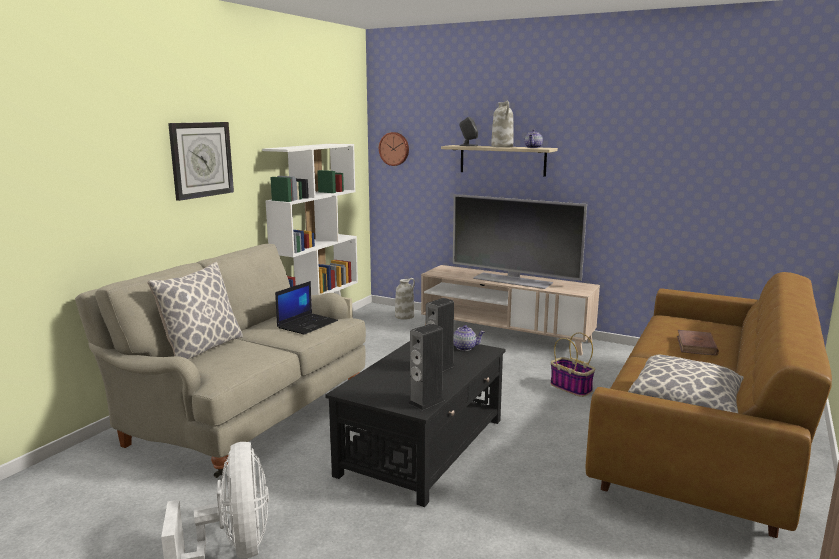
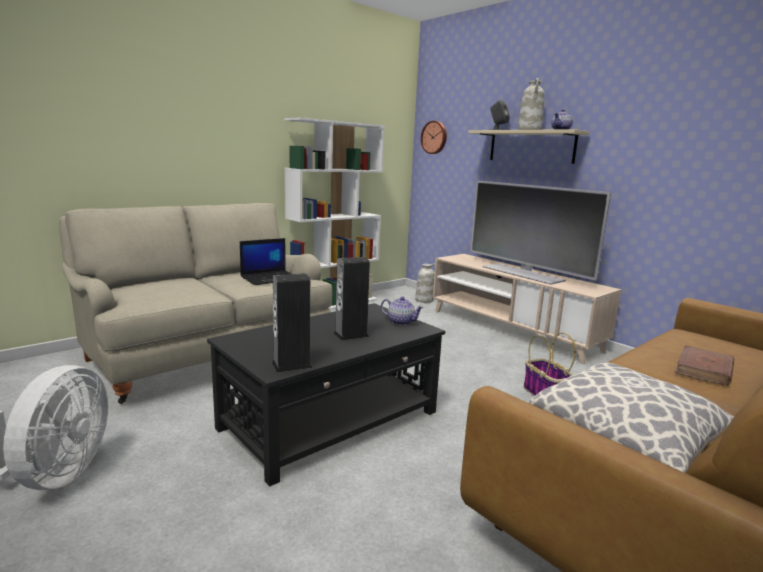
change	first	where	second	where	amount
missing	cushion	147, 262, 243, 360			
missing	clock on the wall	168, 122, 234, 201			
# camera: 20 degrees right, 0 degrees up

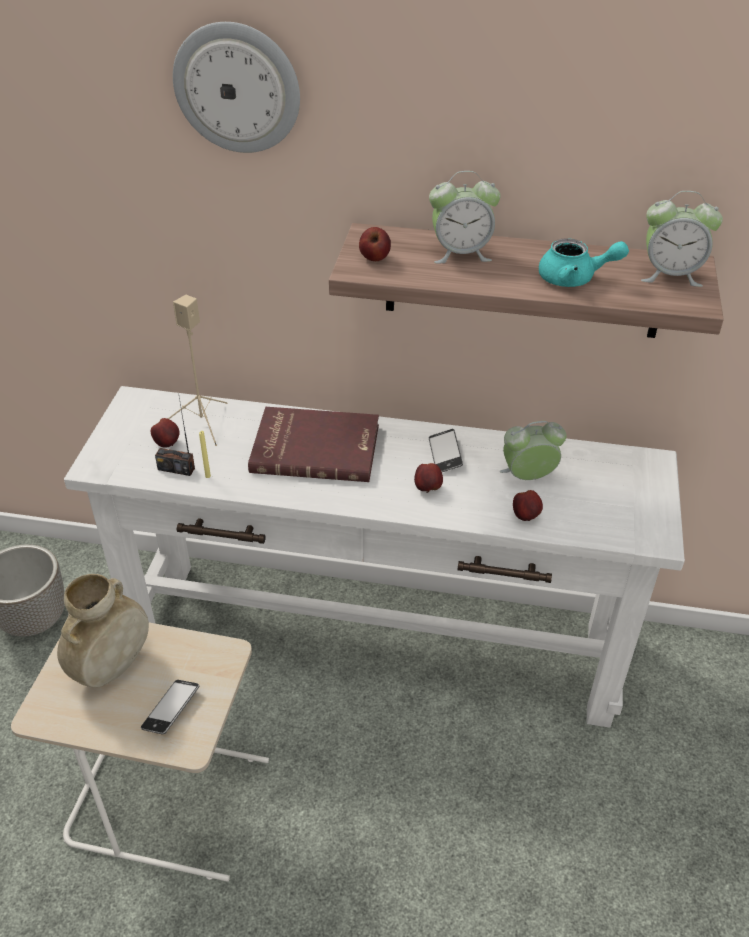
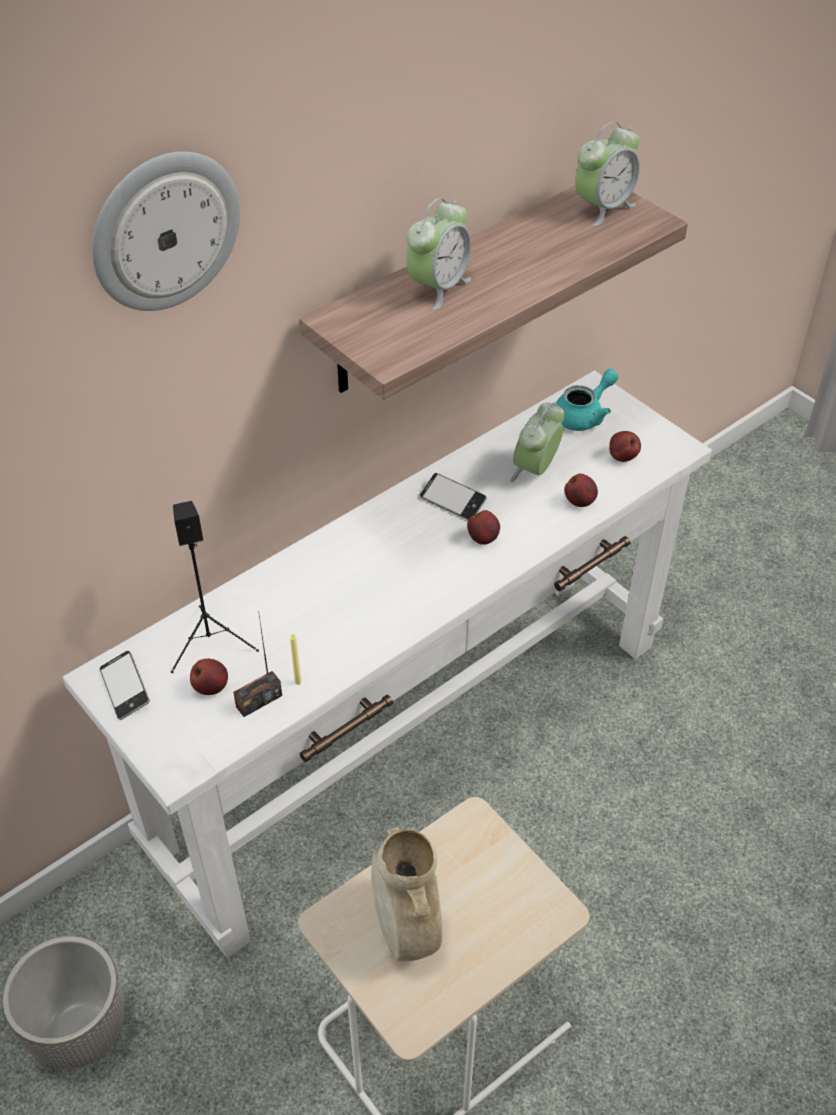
change	first	where	second	where	amount
relocated	phone	141, 680, 199, 735		100, 651, 150, 720	
colour	beige audio speaker	168, 295, 227, 446	black audio speaker	171, 501, 259, 673	
relocated	turquoise tea pot	539, 238, 629, 287		556, 369, 618, 431	
relocated	apple	359, 227, 391, 261		609, 431, 641, 462	
missing	red-coloured volume	248, 407, 379, 482			
# camera: 50 degrees left, 5 degrees up

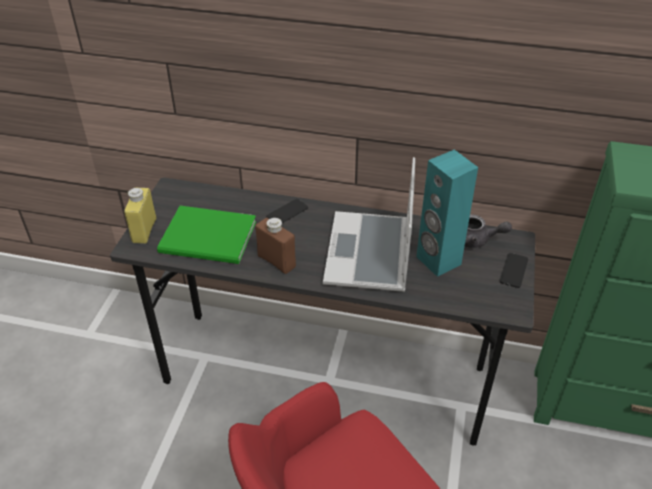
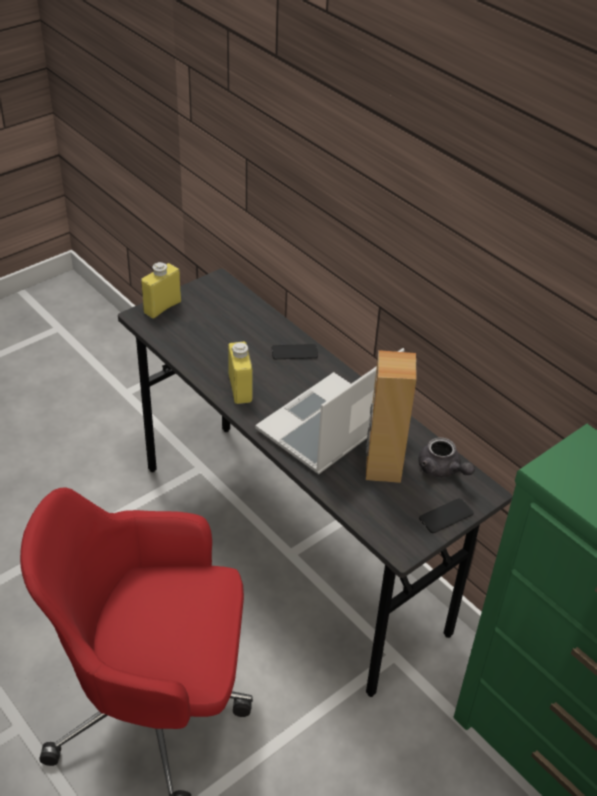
change	first	where	second	where	amount
colour	brown drink bottle	255, 218, 296, 274	yellowish drink bottle	228, 342, 253, 404	
colour	turquoise audio speaker	416, 149, 478, 277	brown audio speaker	366, 350, 417, 483	
missing	green-coloured volume	157, 206, 256, 264			
# camera: 35 degrees right, 0 degrees up

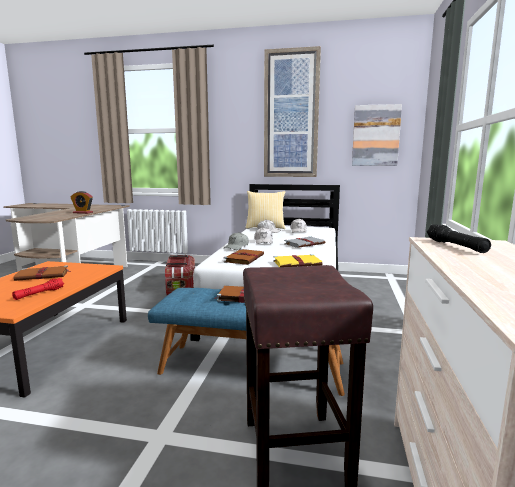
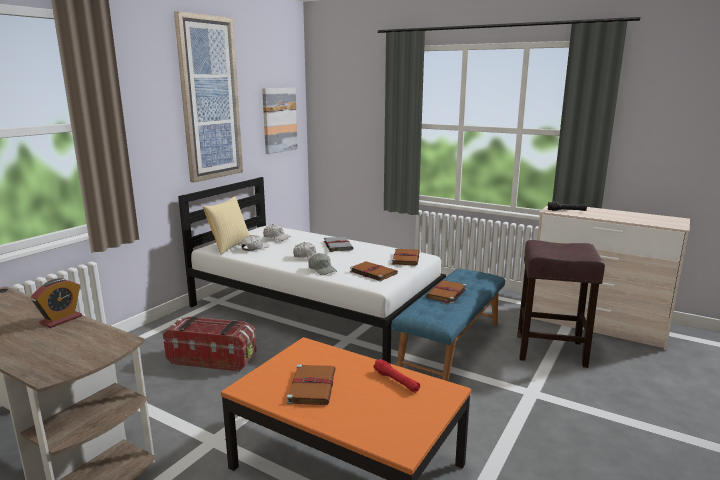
change	first	where	second	where	amount
colour	yellowish volume	273, 254, 323, 267	brown volume	392, 248, 420, 266	
# camera: 70 degrees left, 5 degrees up

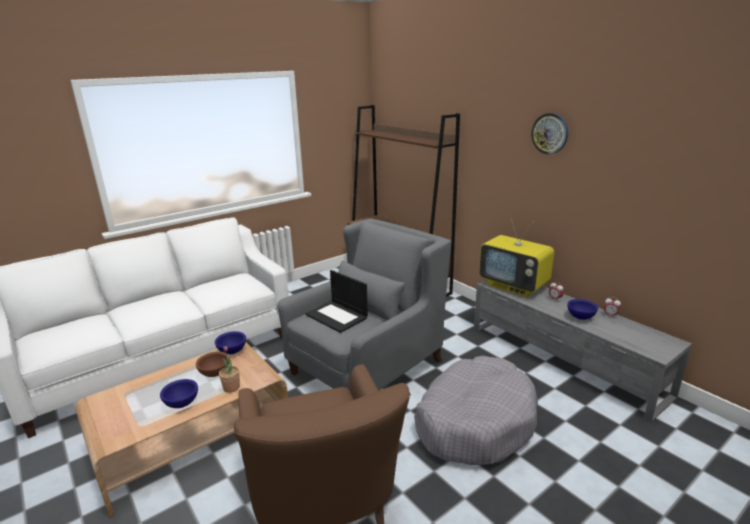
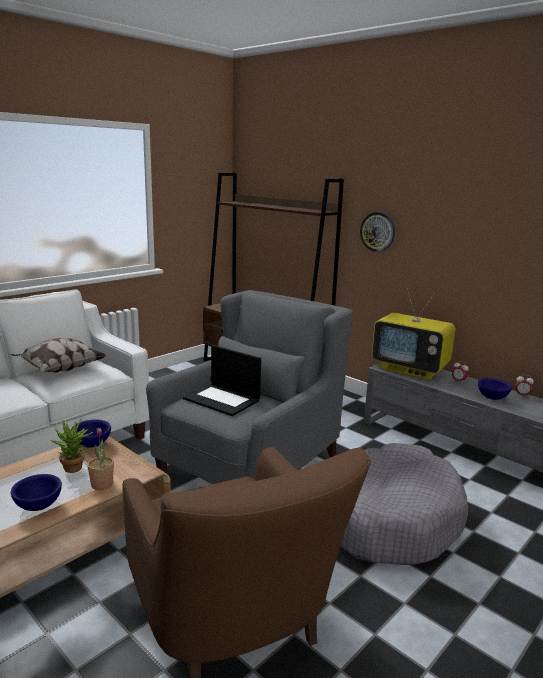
change	first	where	second	where	amount
appeared			cushion	10, 338, 107, 373	
exchanged	brown serving bowl	196, 351, 230, 377	potted plant	51, 419, 93, 473	
relocated	clock on the wall	531, 113, 568, 154		360, 212, 395, 252	
# camera: 10 degrees left, 5 degrees down

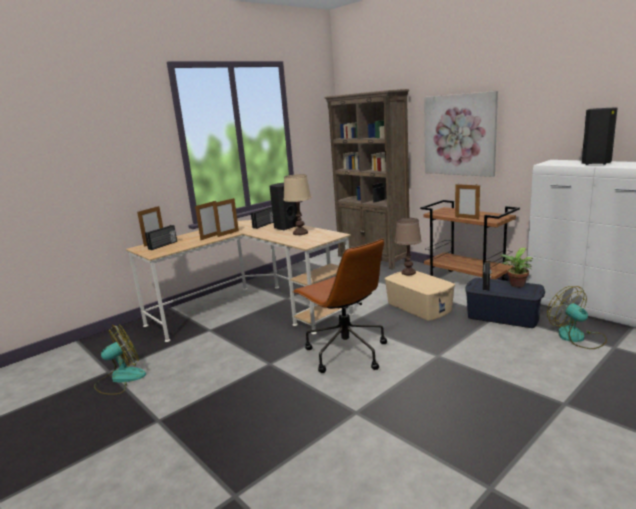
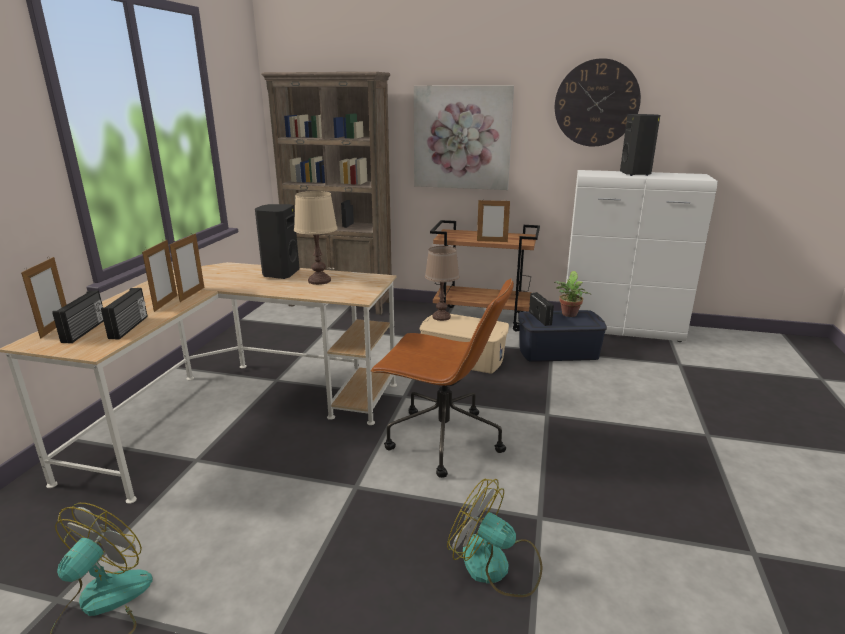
change	first	where	second	where	amount
relocated	radio	251, 207, 274, 229		101, 288, 148, 340	
relocated	fan	547, 286, 607, 349		447, 478, 543, 597	
appeared			clock on the wall	555, 58, 641, 146	
# camera: 35 degrees left, 5 degrees up

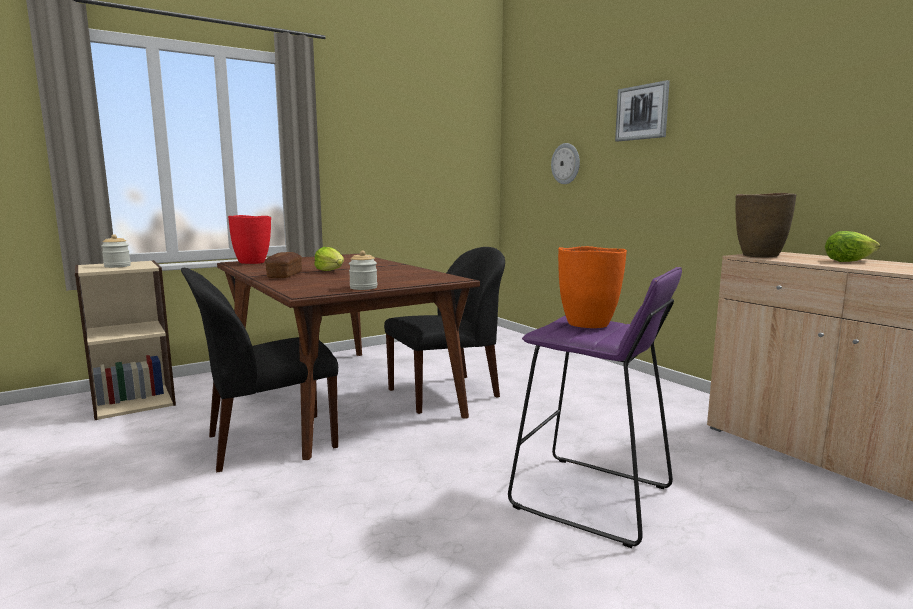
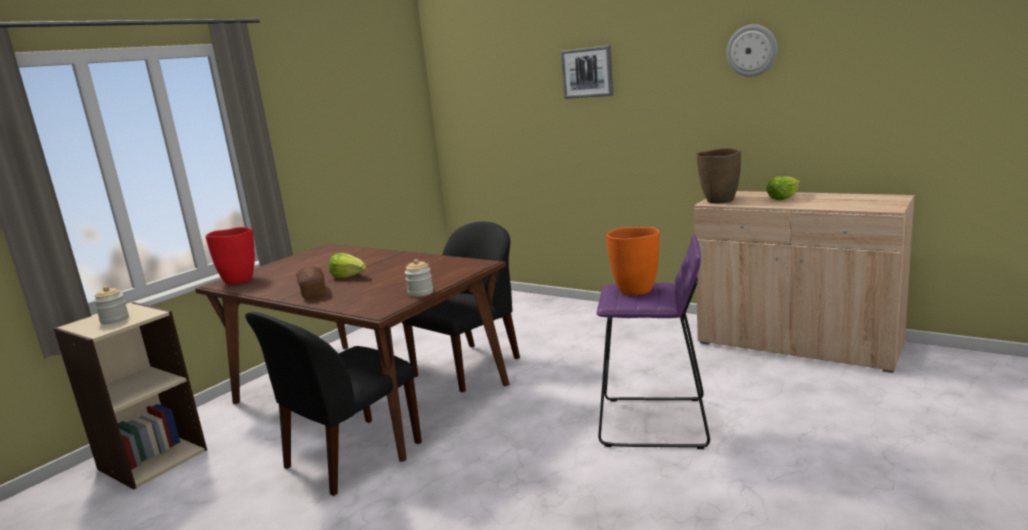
change	first	where	second	where	amount
relocated	clock on the wall	551, 143, 580, 184		727, 24, 777, 77	
# camera: 20 degrees left, 5 degrees up

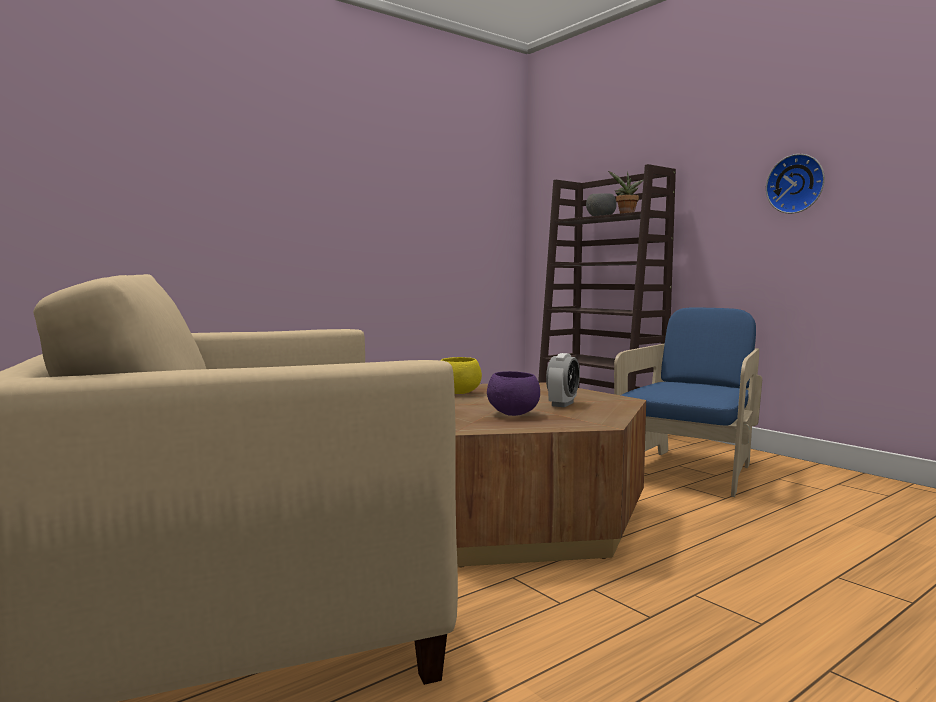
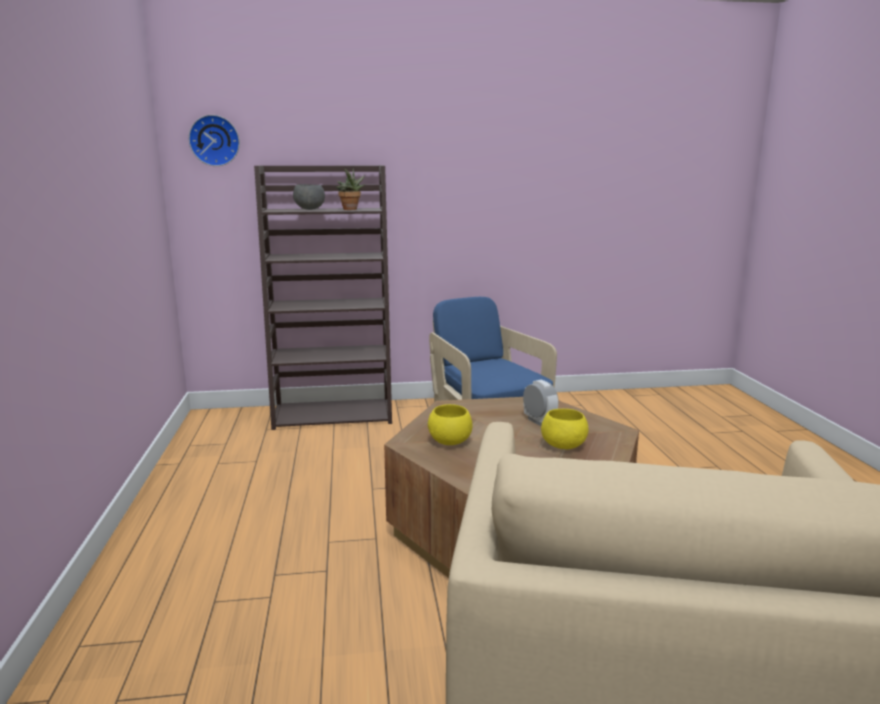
change	first	where	second	where	amount
relocated	clock on the wall	766, 154, 825, 214		189, 115, 240, 166	
colour	purple-coloured serving bowl	487, 371, 540, 416	yellowish serving bowl	541, 409, 588, 449	
# camera: 60 degrees left, 10 degrees up

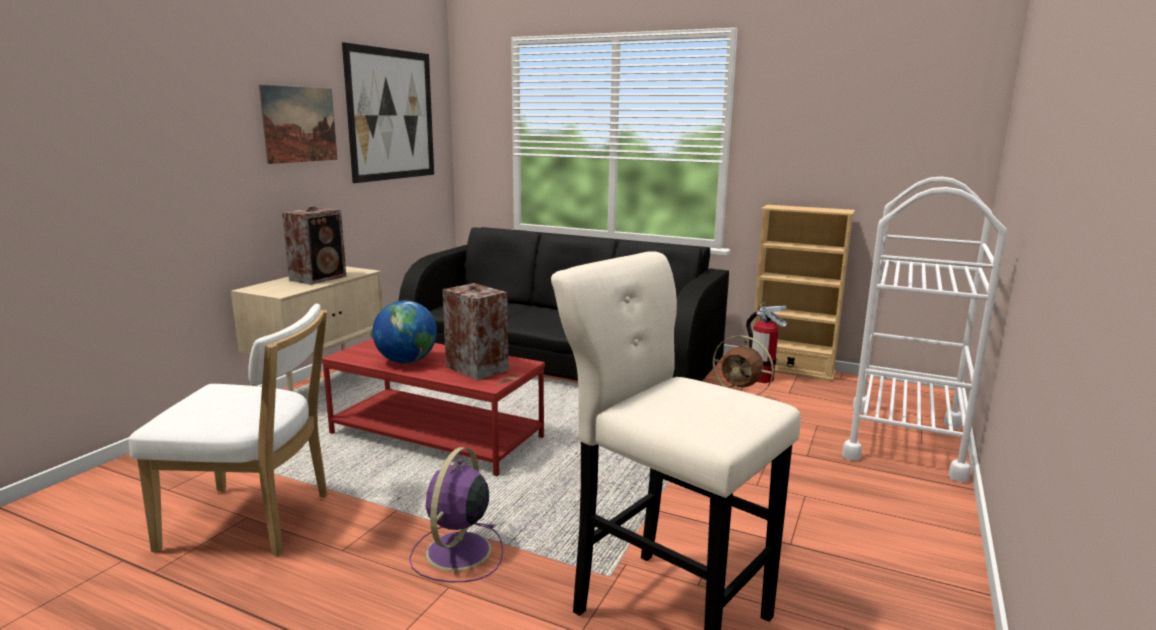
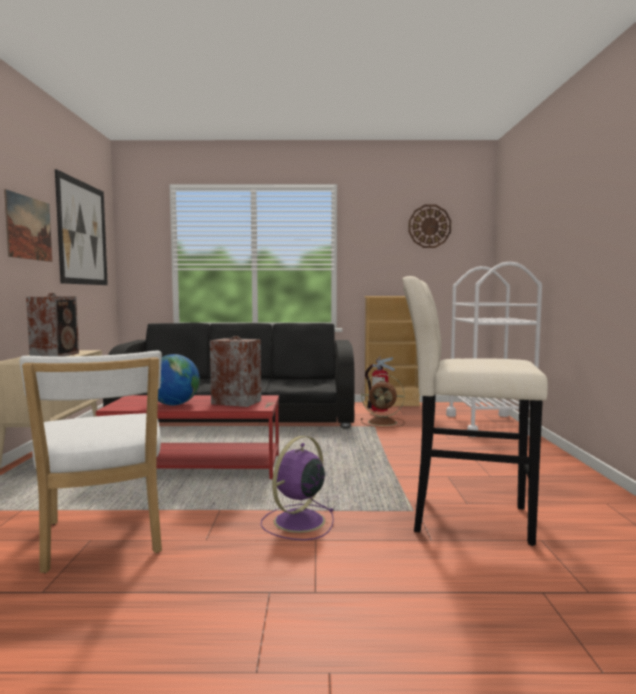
change	first	where	second	where	amount
spun	whitish plain chair	129, 304, 327, 557		20, 351, 162, 573	90 degrees clockwise
spun	purple-coloured fan	409, 447, 503, 582		261, 436, 334, 540	45 degrees clockwise
appeared			clock on the wall	408, 205, 451, 248	
# camera: 25 degrees left, 10 degrees down

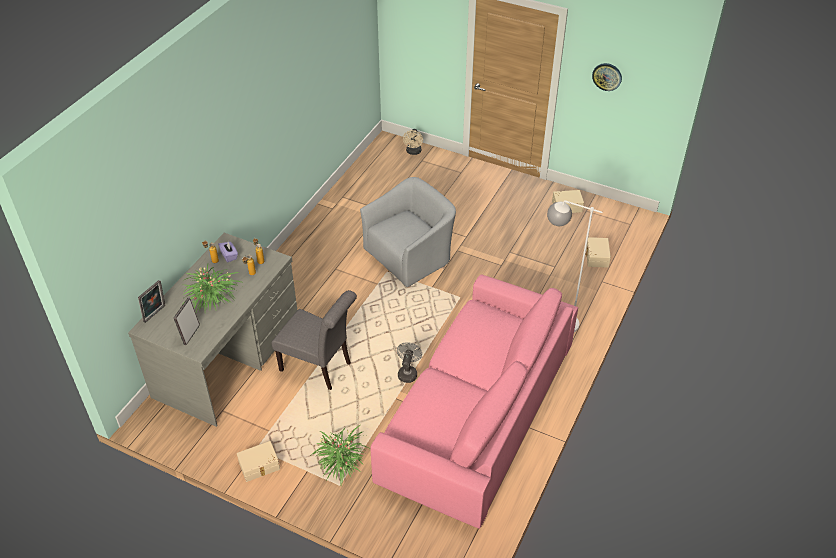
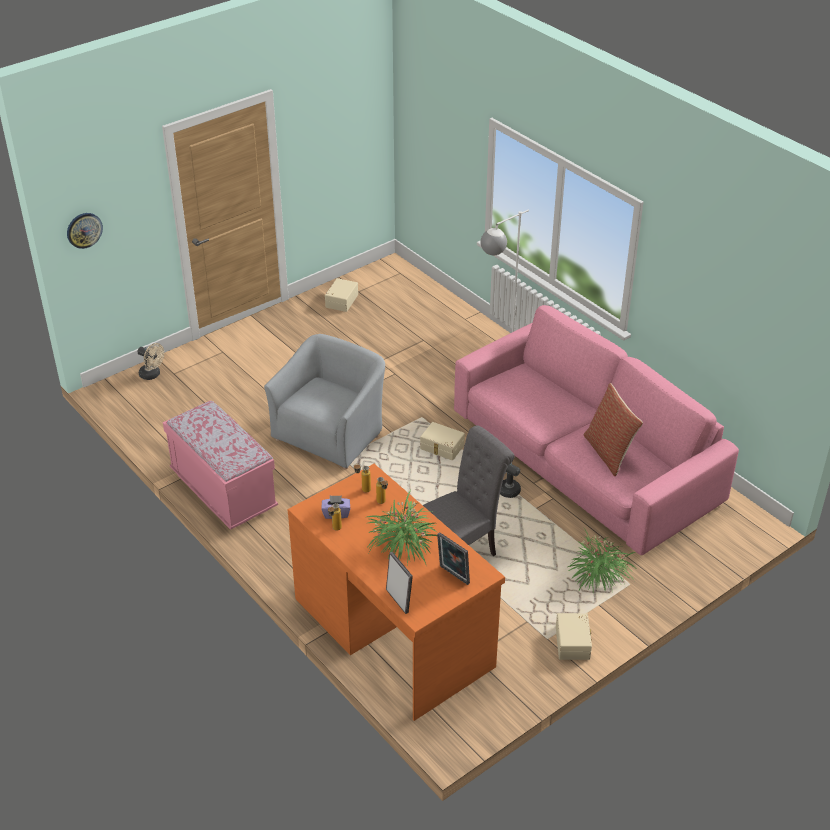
change	first	where	second	where	amount
relocated	clock on the wall	592, 63, 622, 91		67, 213, 103, 249	
appeared			pinkish bench	163, 401, 278, 530	
spun	grey armchair	360, 177, 456, 288		264, 334, 385, 469	45 degrees clockwise
colour	grey desk	128, 233, 298, 427	orange desk	288, 464, 505, 721	
relocated	beige storage bin	585, 237, 611, 268		420, 422, 465, 460	
appeared			cushion	584, 383, 643, 476	
# camera: 65 degrees left, 5 degrees down

